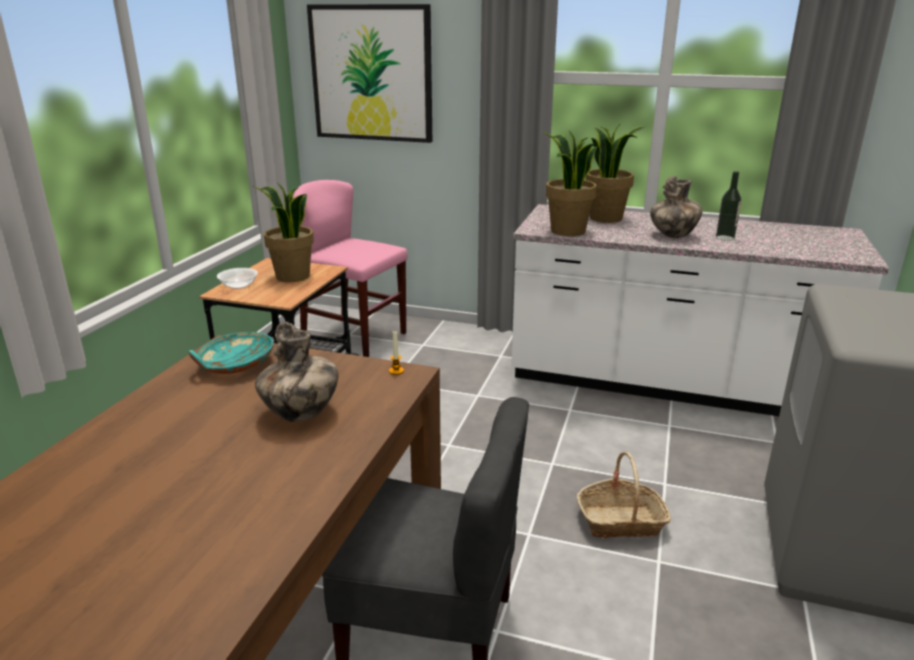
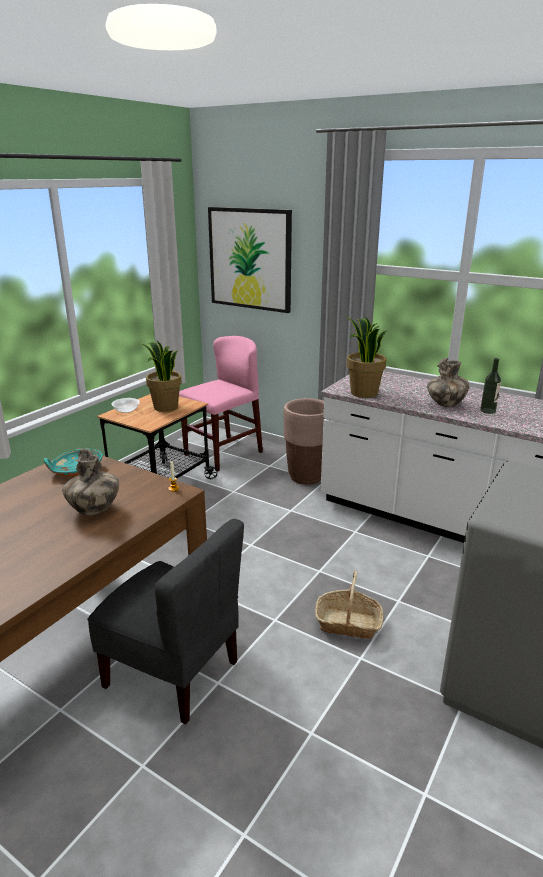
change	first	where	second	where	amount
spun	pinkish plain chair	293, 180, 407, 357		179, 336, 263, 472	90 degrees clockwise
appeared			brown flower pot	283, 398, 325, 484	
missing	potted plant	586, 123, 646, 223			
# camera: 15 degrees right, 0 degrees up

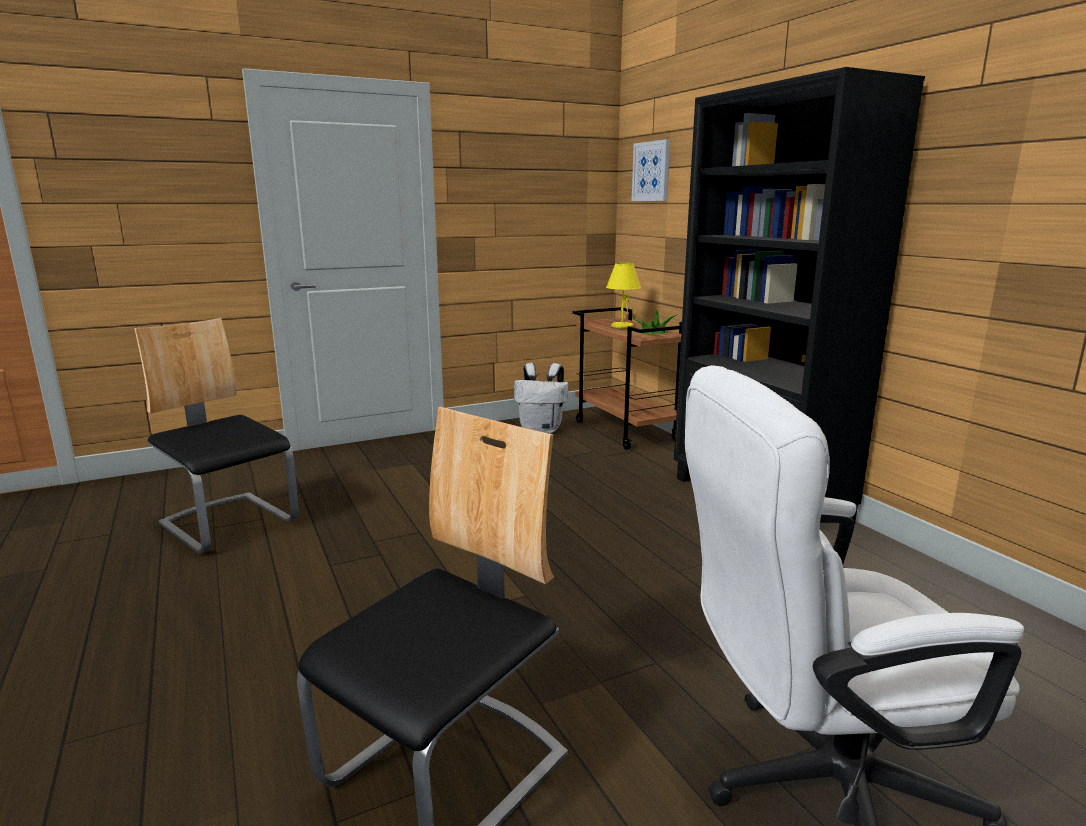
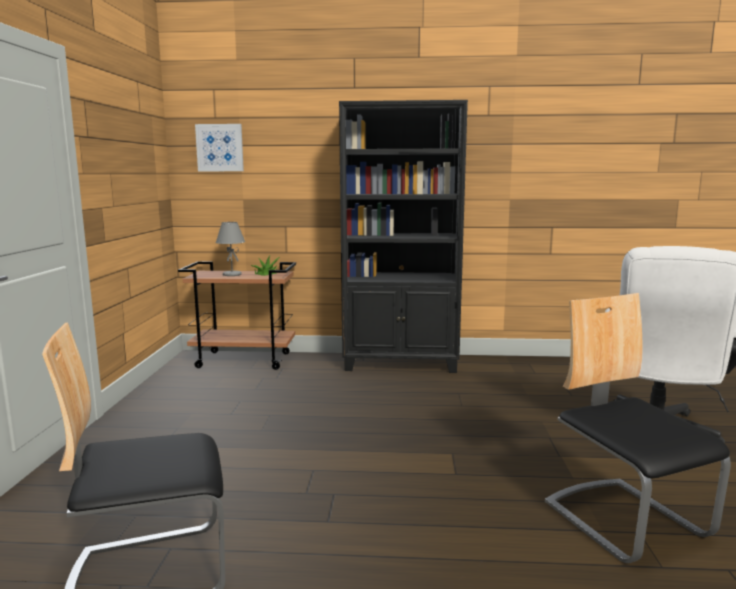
change	first	where	second	where	amount
colour	yellowish table lamp	606, 263, 641, 329	grey table lamp	216, 222, 245, 276	
missing	whitish rucksack	514, 363, 569, 434			
# camera: 60 degrees left, 5 degrees down

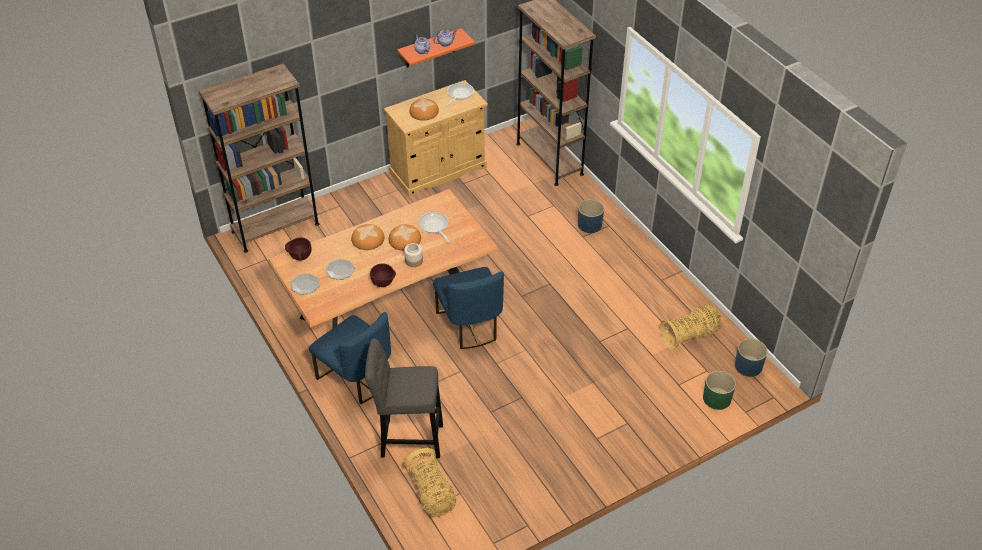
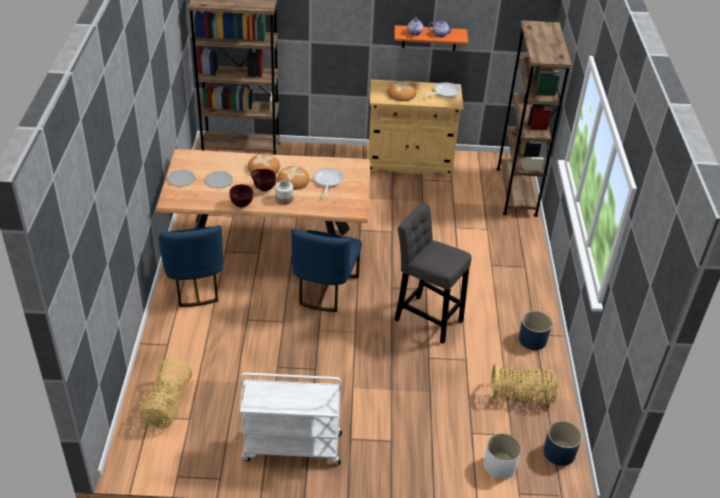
change	first	where	second	where	amount
appeared			whitish cart	240, 373, 342, 465	
relocated	brown serving bowl	285, 238, 311, 261		251, 169, 276, 191	
relocated	grey sitting stool	365, 338, 443, 458		395, 202, 471, 344	
colour	green-coloured flower pot	703, 371, 736, 410	whitish flower pot	484, 433, 522, 479	
relocated	blue-coloured flower pot	578, 199, 604, 233		519, 311, 552, 350	
# camera: 30 degrees right, 5 degrees down

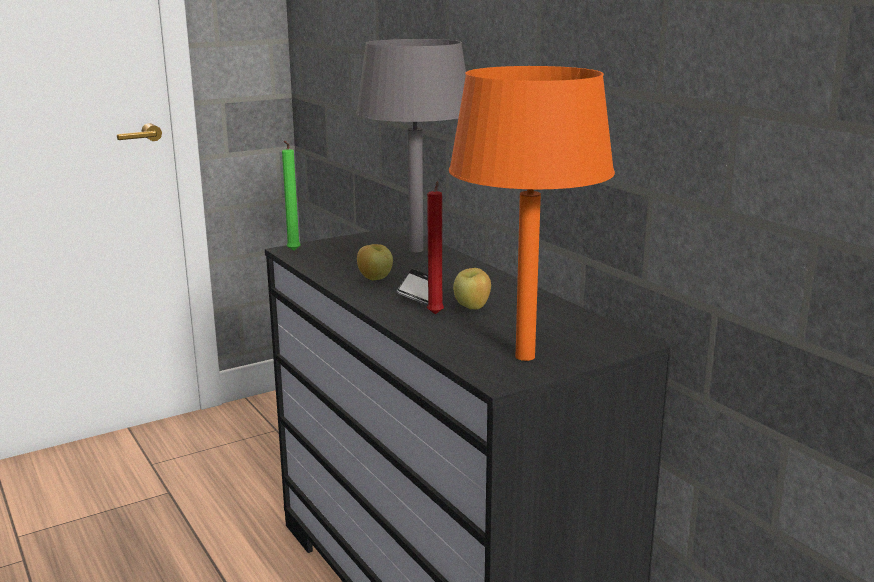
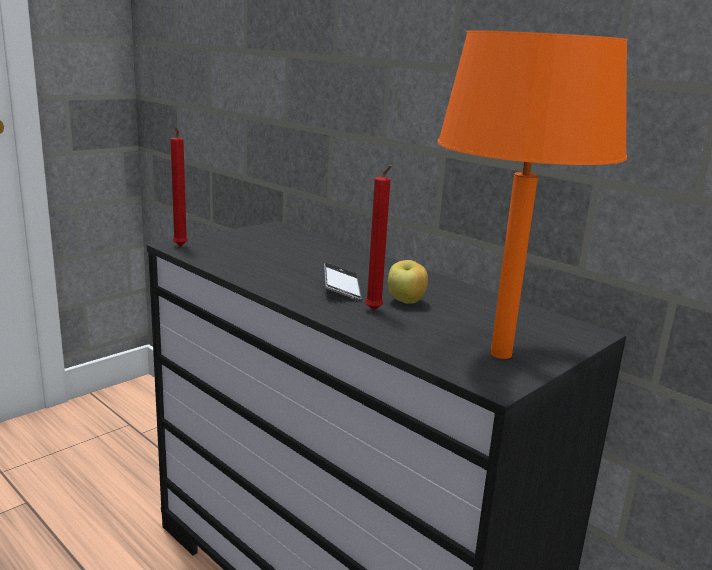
change	first	where	second	where	amount
colour	green-coloured wax candle	282, 141, 301, 251	red-coloured wax candle	170, 127, 188, 247	
missing	grey table lamp	356, 39, 466, 252			
missing	apple	357, 244, 393, 281			
# camera: 15 degrees left, 0 degrees up

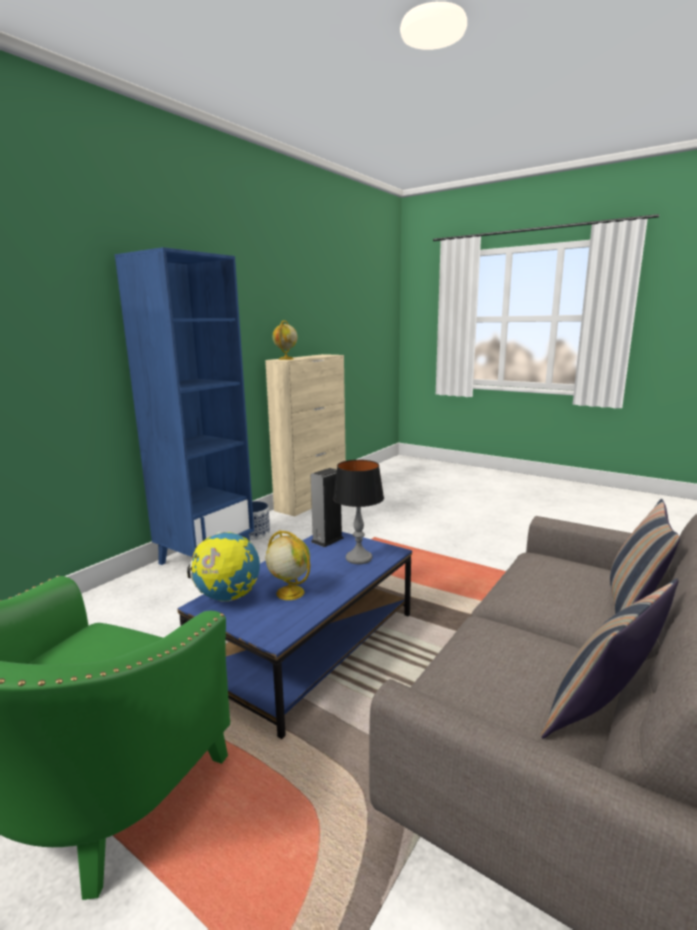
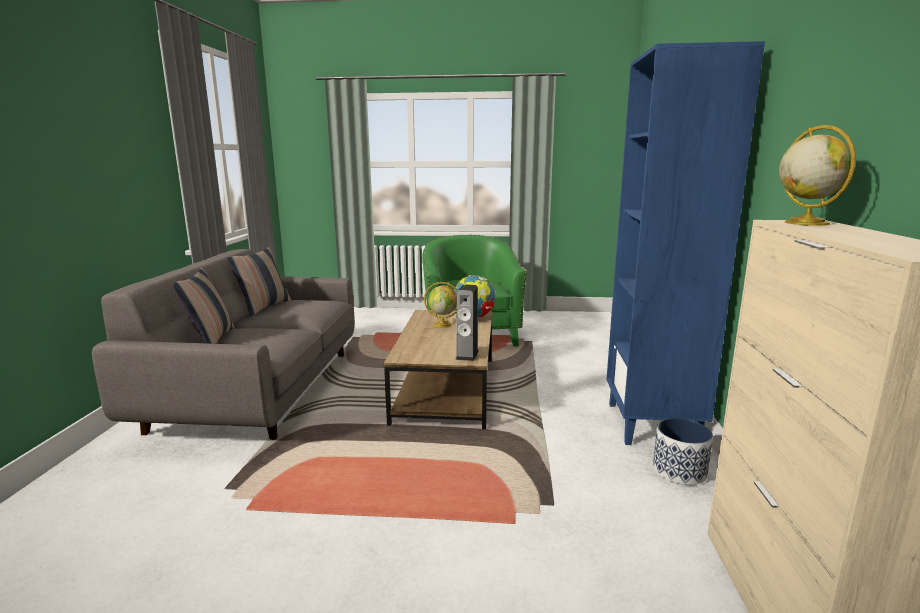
change	first	where	second	where	amount
colour	blue-coloured coffee table	177, 532, 412, 739	brown coffee table	384, 310, 492, 429	
missing	table lamp	333, 460, 384, 564			
# camera: 150 degrees right, 0 degrees up

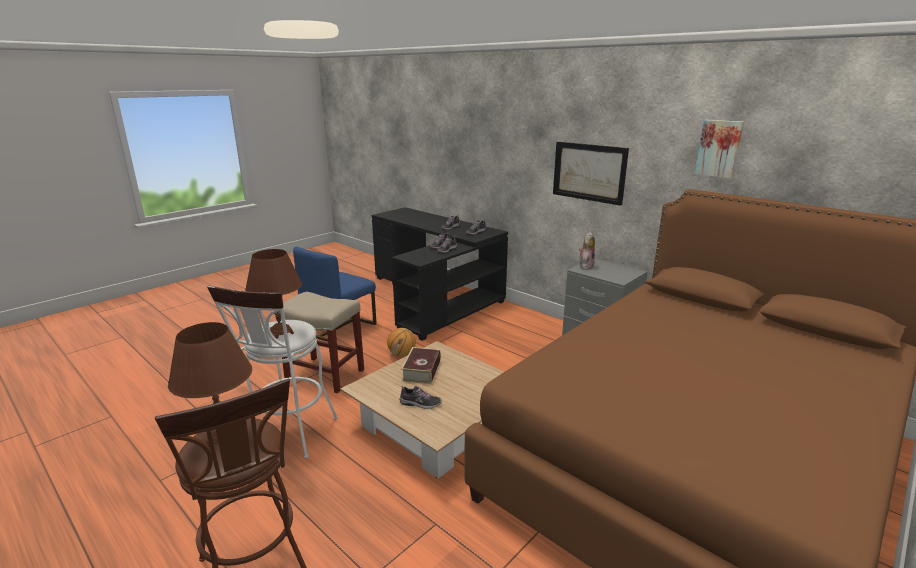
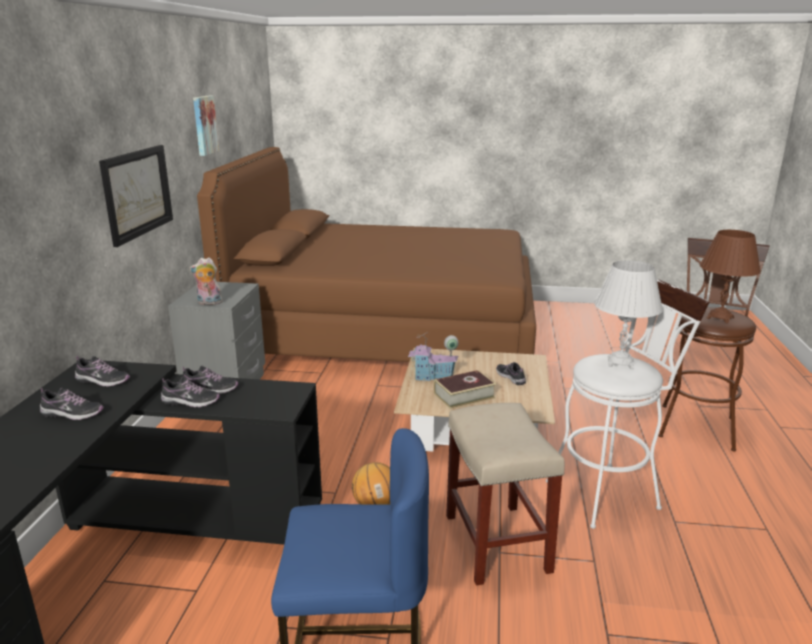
change	first	where	second	where	amount
appeared			miniature house	408, 332, 459, 381	
colour	brown table lamp	245, 249, 302, 339	whitish table lamp	594, 260, 663, 369	
# camera: 125 degrees left, 0 degrees up

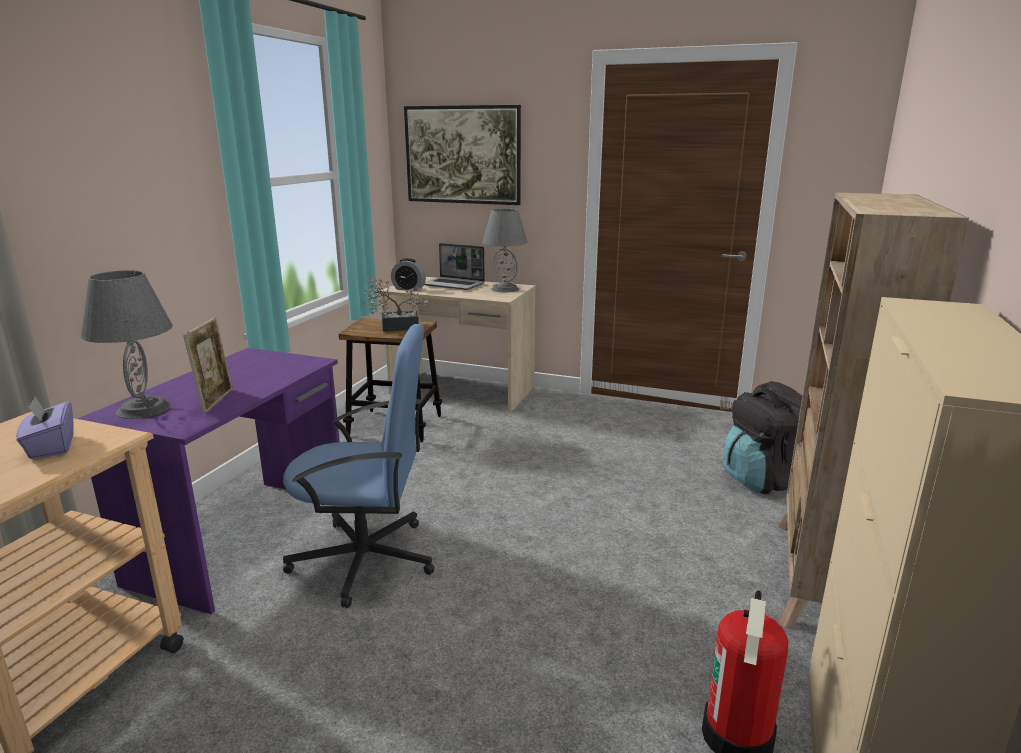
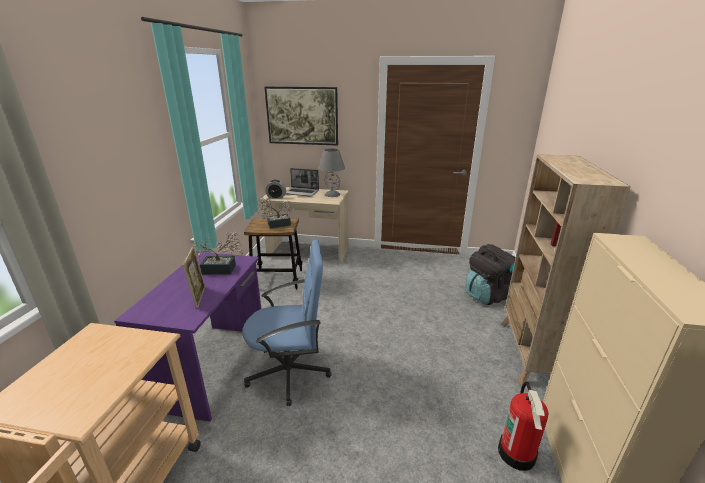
change	first	where	second	where	amount
appeared			potted plant	195, 232, 243, 274	
missing	purple-coloured box of tissues	16, 397, 74, 459			
missing	grey table lamp	81, 270, 173, 419			
# camera: 10 degrees left, 5 degrees up

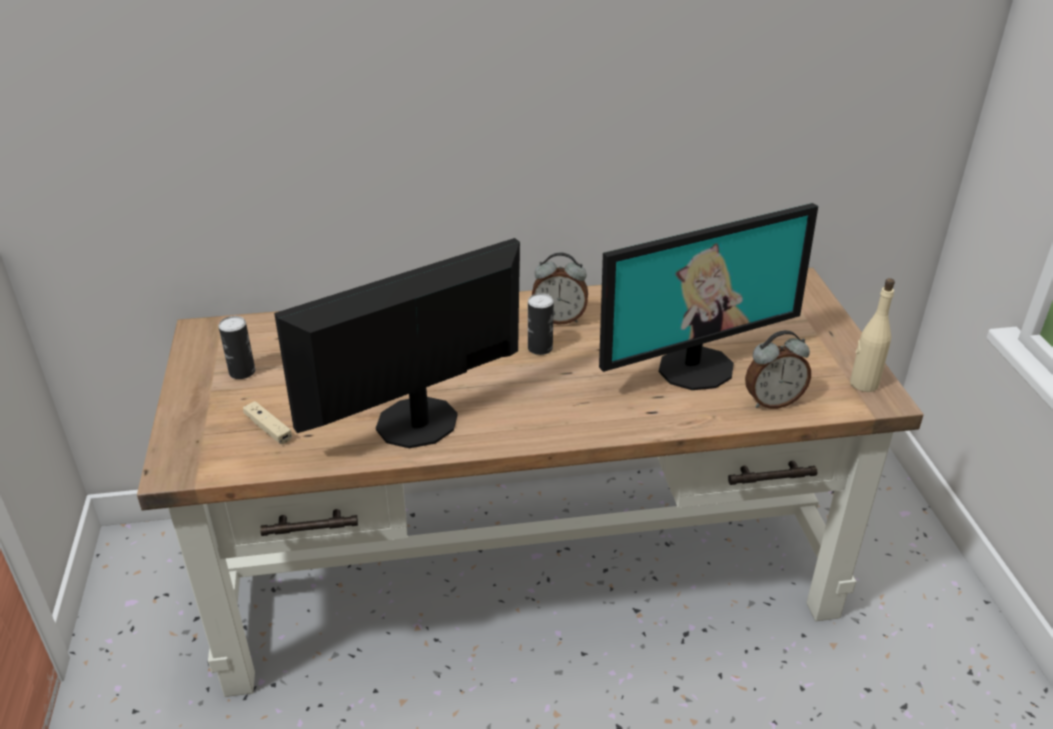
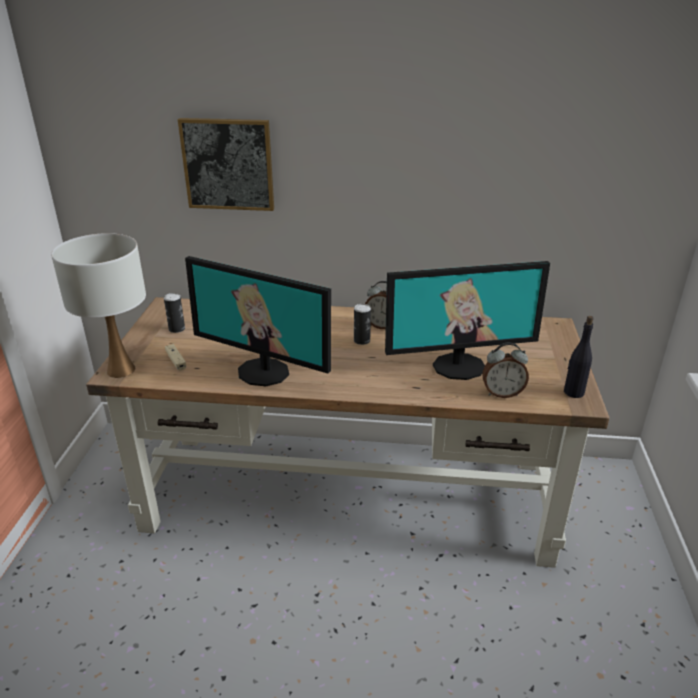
change	first	where	second	where	amount
appeared			whitish table lamp	51, 233, 146, 378	
appeared			wall picture	178, 118, 274, 211	
spun	computer display	274, 238, 520, 448		185, 256, 331, 386	135 degrees counterclockwise
colour	beige drink bottle	850, 278, 895, 392	black drink bottle	564, 316, 594, 398	
# camera: 15 degrees right, 5 degrees down

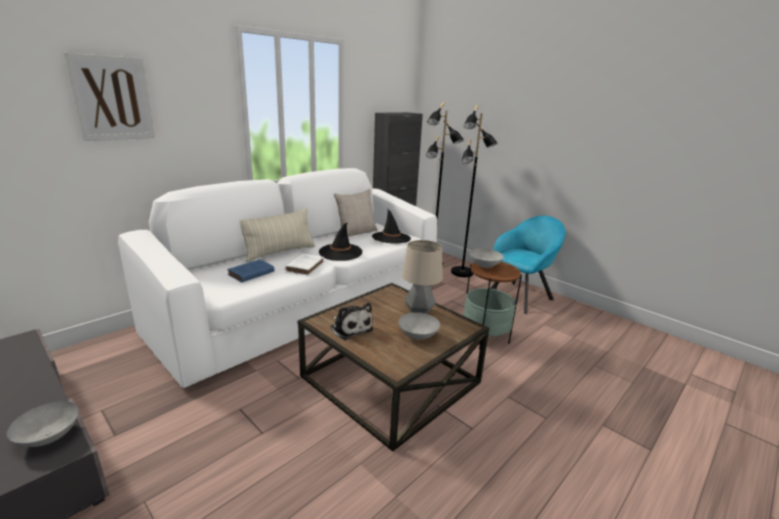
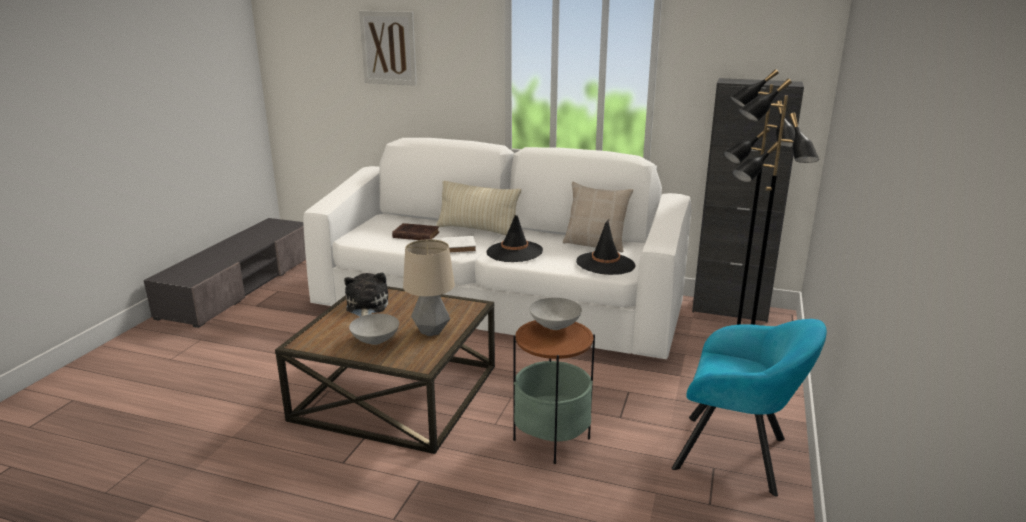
change	first	where	second	where	amount
spun	soft toy	330, 303, 373, 340		344, 272, 388, 317	150 degrees clockwise
colour	blue-coloured volume	227, 259, 275, 282	brown volume	392, 223, 439, 240	
missing	grey serving bowl	7, 401, 79, 447			
# camera: 65 degrees right, 0 degrees up

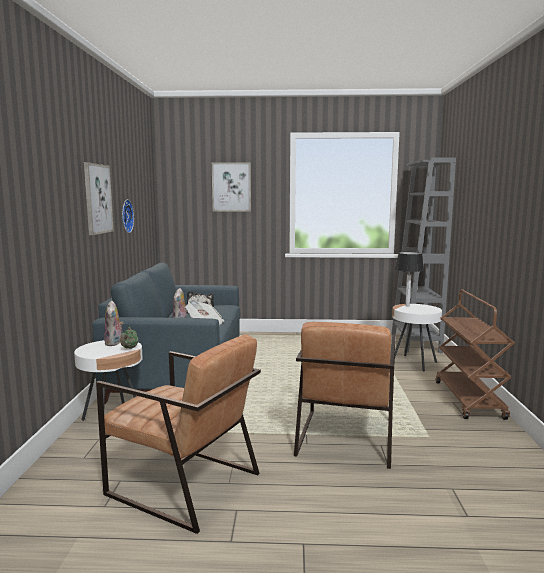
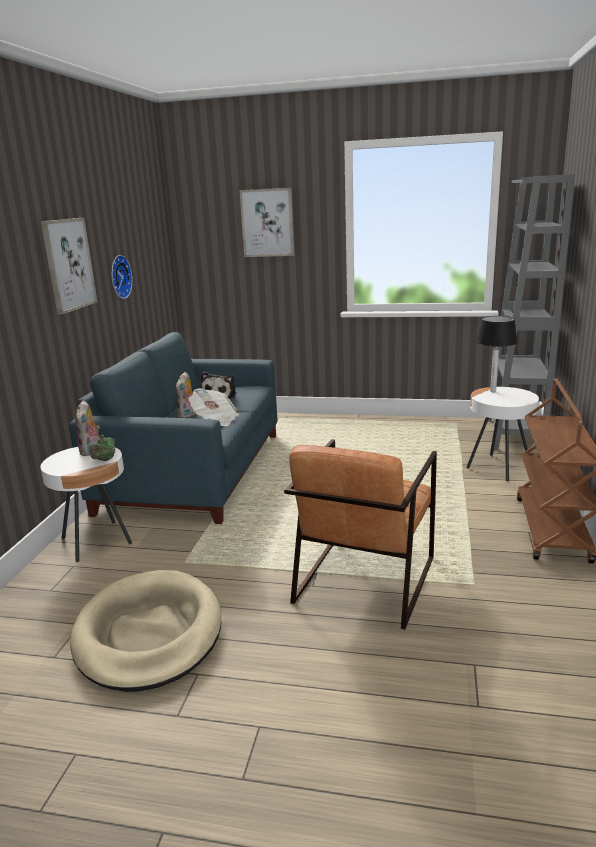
change	first	where	second	where	amount
exchanged	brown armchair	96, 334, 261, 534	beige pet bed	70, 570, 222, 692	
# camera: 10 degrees right, 10 degrees up

